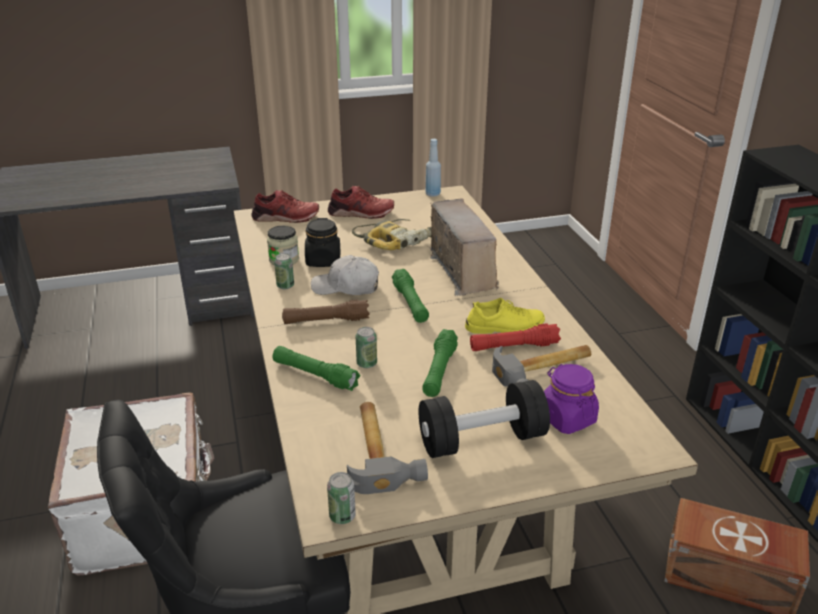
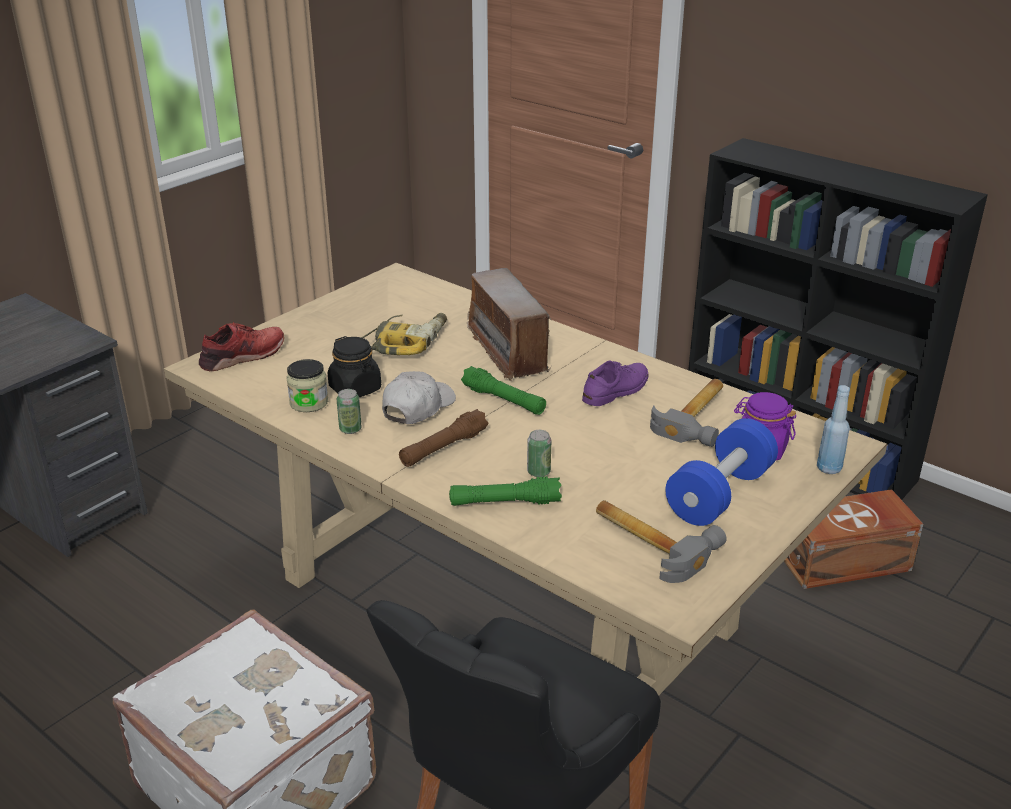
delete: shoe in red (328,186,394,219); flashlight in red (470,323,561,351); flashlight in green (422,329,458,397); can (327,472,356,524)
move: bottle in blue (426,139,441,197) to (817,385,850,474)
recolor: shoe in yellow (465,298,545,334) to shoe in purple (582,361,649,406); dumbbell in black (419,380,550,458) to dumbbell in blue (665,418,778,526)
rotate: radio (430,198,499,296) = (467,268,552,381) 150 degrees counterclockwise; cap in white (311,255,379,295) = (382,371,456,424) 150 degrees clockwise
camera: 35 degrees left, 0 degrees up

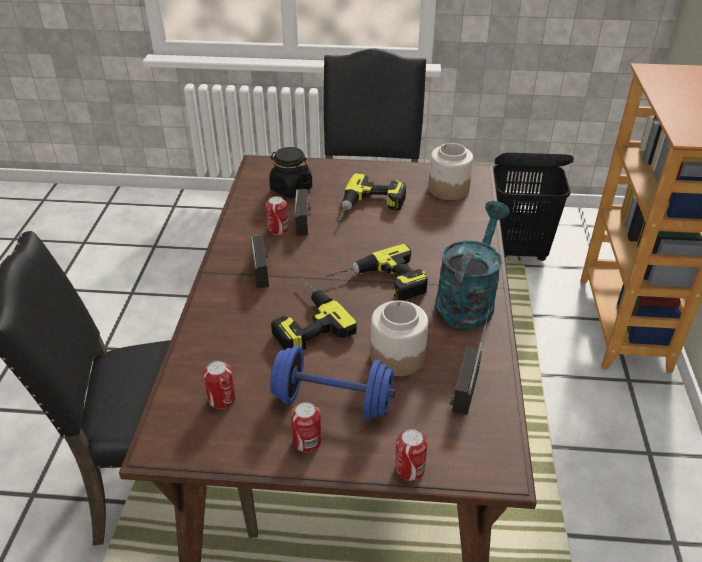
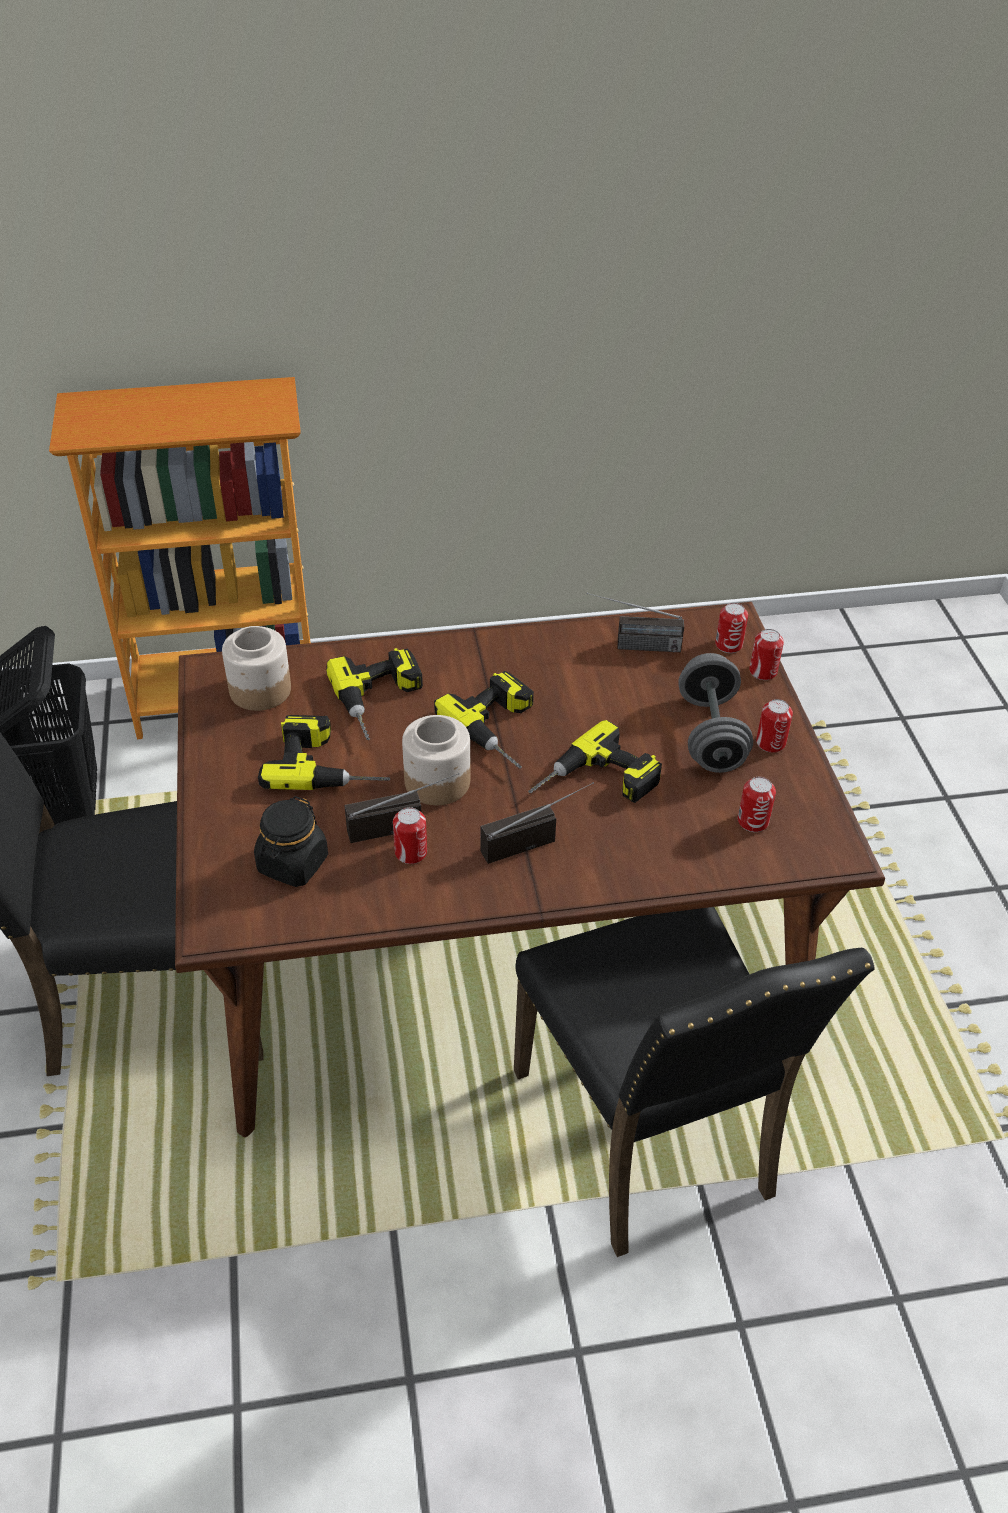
delete: watering can in turquoise (435,201,510,329)
insert: can (715,603,748,653); power drill (326,648,423,741)
move: jar (370,301,428,376) to (402,715,470,805)
recolor: dumbbell in blue (270,346,395,420) to dumbbell in grey (679,653,753,773)
camera: 105 degrees left, 5 degrees up

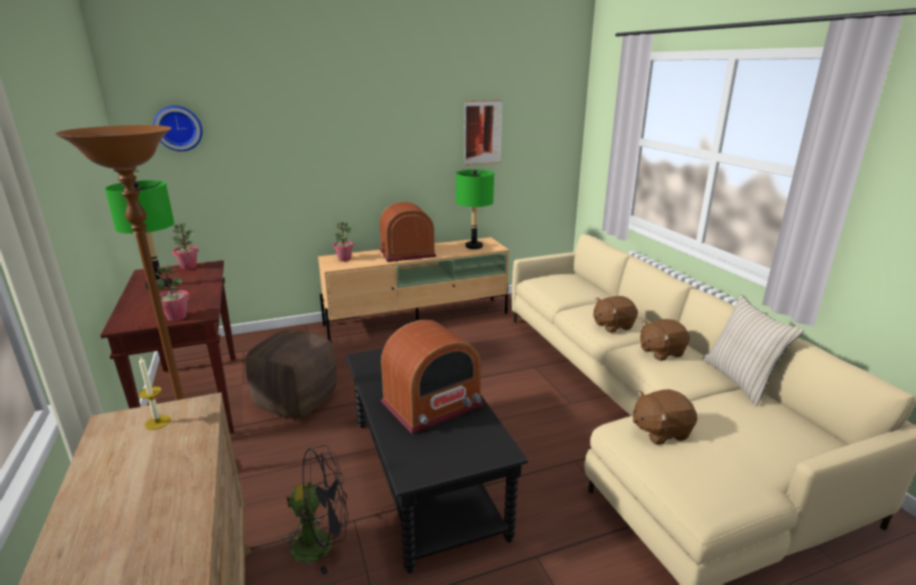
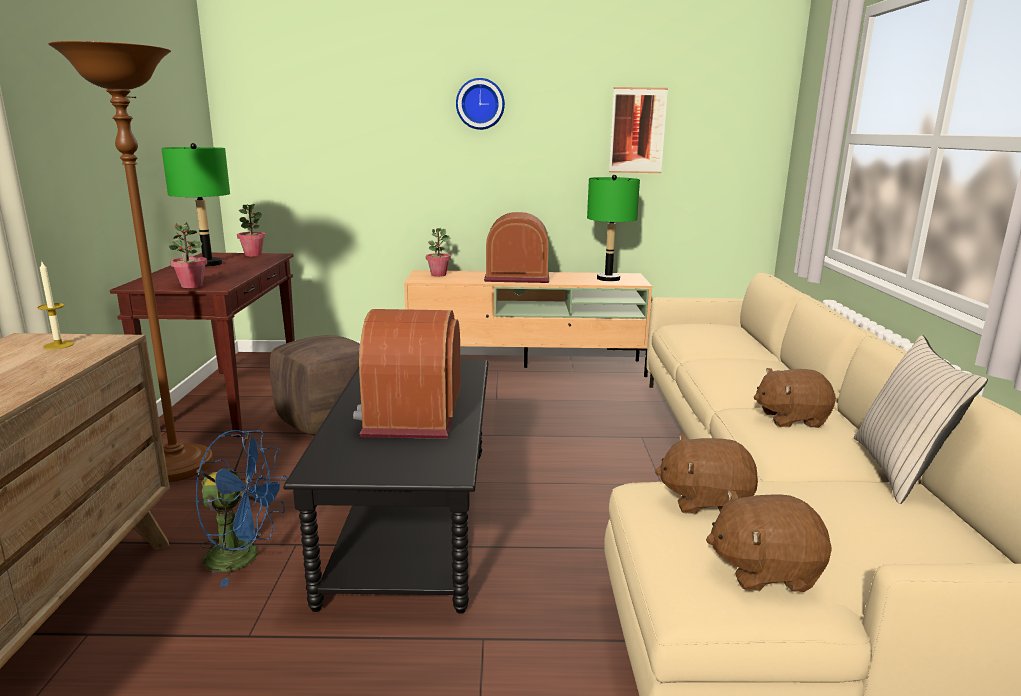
move: wall clock (153,106,203,151) to (456,78,505,130); plush toy in brown (593,296,638,333) to (706,490,832,592)
recolor: fan in black (279,445,348,575) to fan in blue (195,430,288,587)
rotate: radio (381,320,483,434) = (353,309,461,439) 105 degrees clockwise
camera: 20 degrees right, 5 degrees down

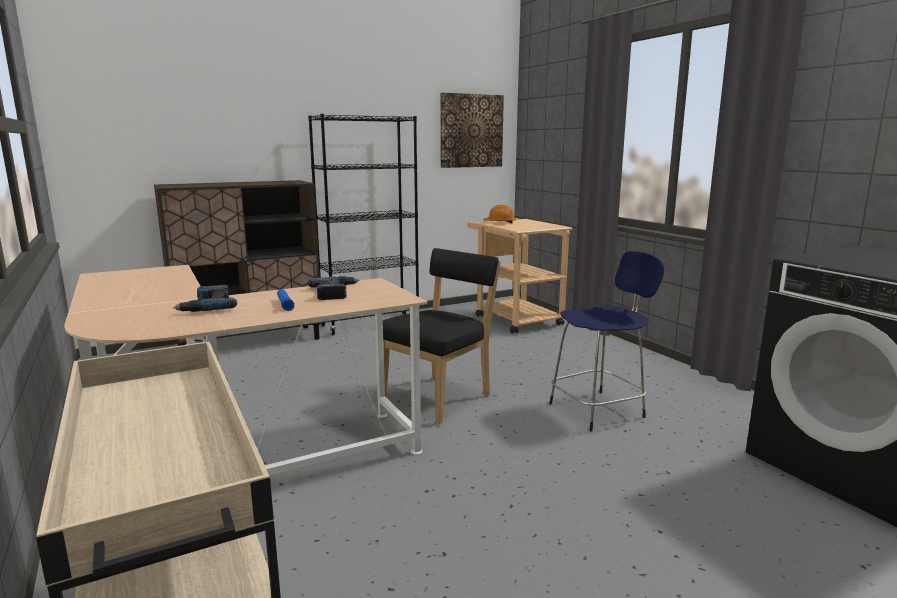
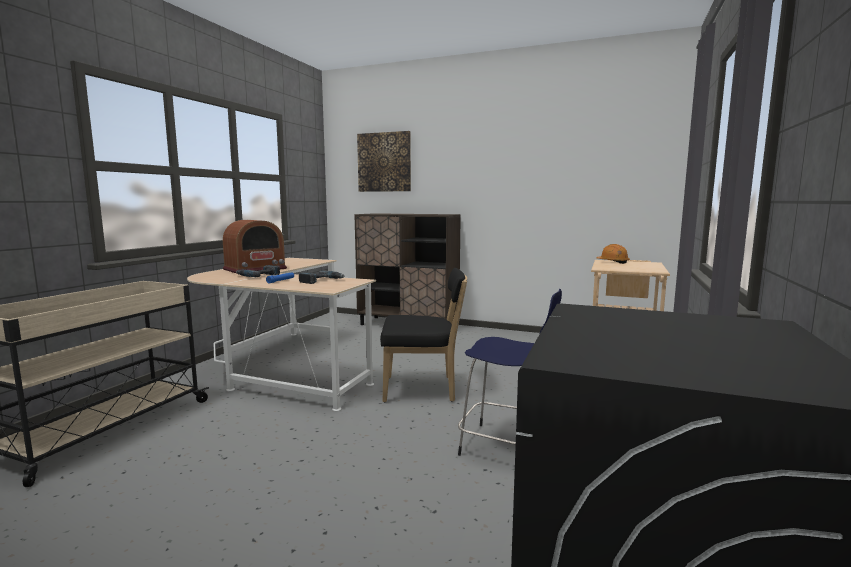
delete: bookcase in black (308,114,419,335)
insert: radio (223,220,287,273)
move: picture (440,93,504,168) to (357,131,411,192)
camera: 50 degrees right, 5 degrees down

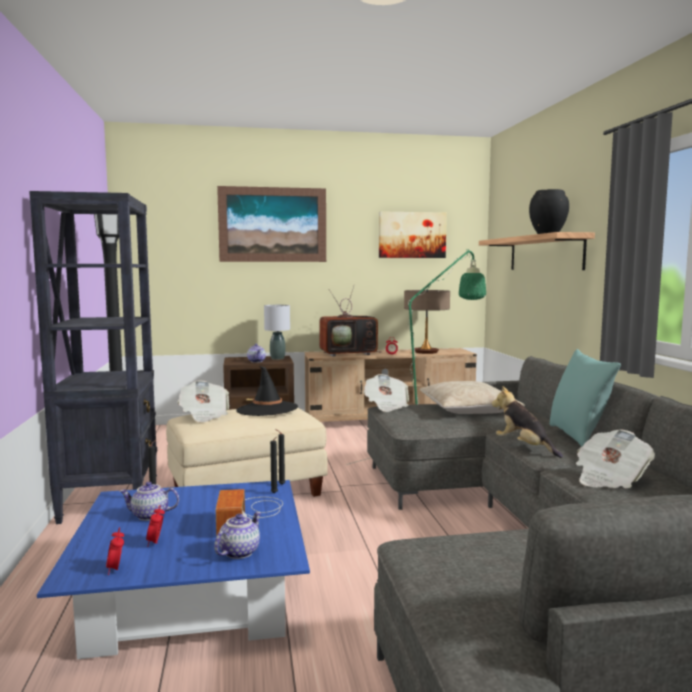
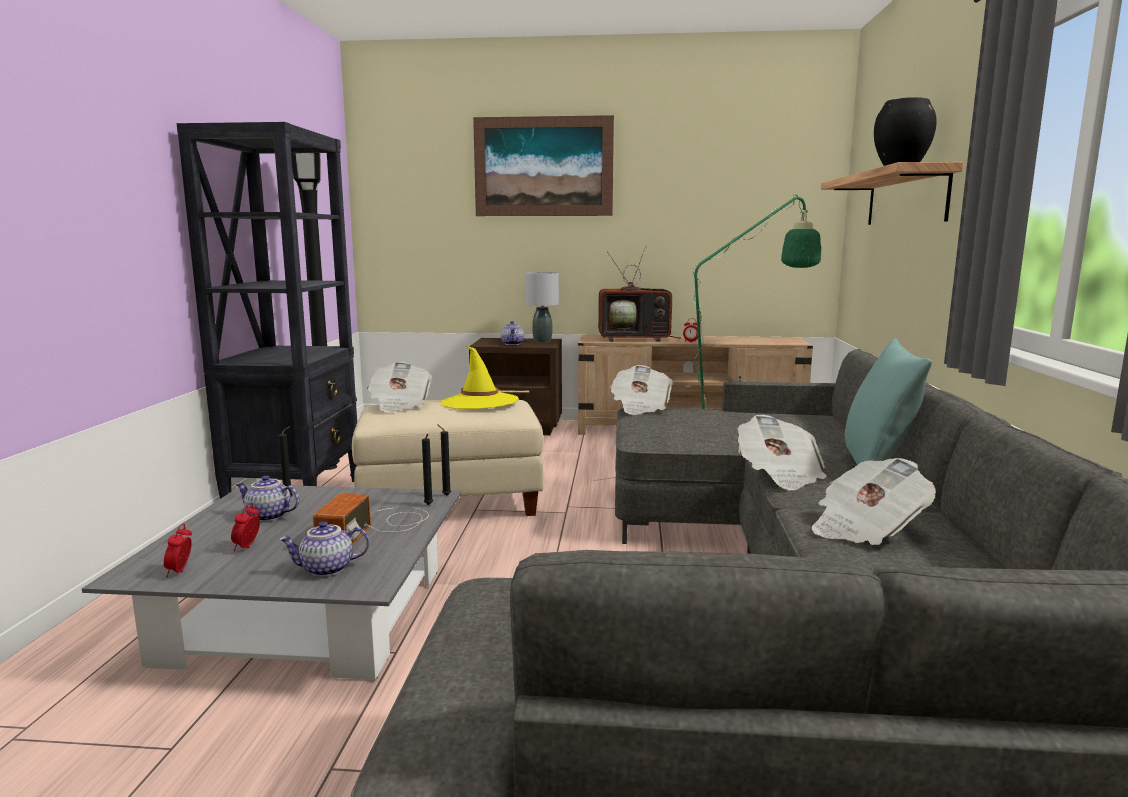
delete: picture (379,211,447,258); table lamp (404,290,450,354); pillow in beige (420,381,525,414)
replace: plush toy (492,386,563,458) to newspaper (738,415,827,490)
recolor: hat in black (236,366,298,416) to hat in yellow (441,346,519,409); coffee table in blue (37,480,310,659) to coffee table in grey (82,484,462,680)
rotate: teapot (214,512,261,559) = (279,521,369,577) 150 degrees counterclockwise
camera: 15 degrees right, 5 degrees up

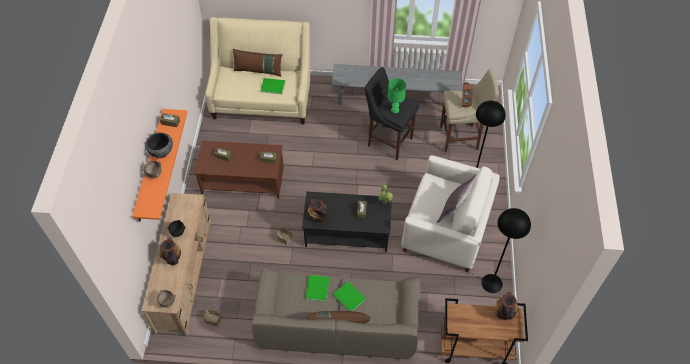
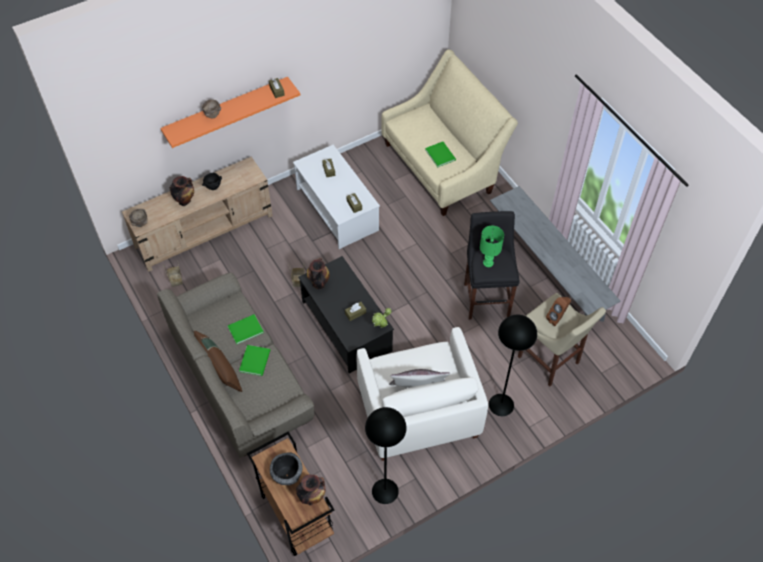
delete: pillow in brown (233,49,282,77)
move: bowl (145,132,173,158) to (270,452,302,485)
recolor: coffee table in brown (194,141,284,199) to coffee table in white (293,145,380,249)
camera: 55 degrees right, 0 degrees up

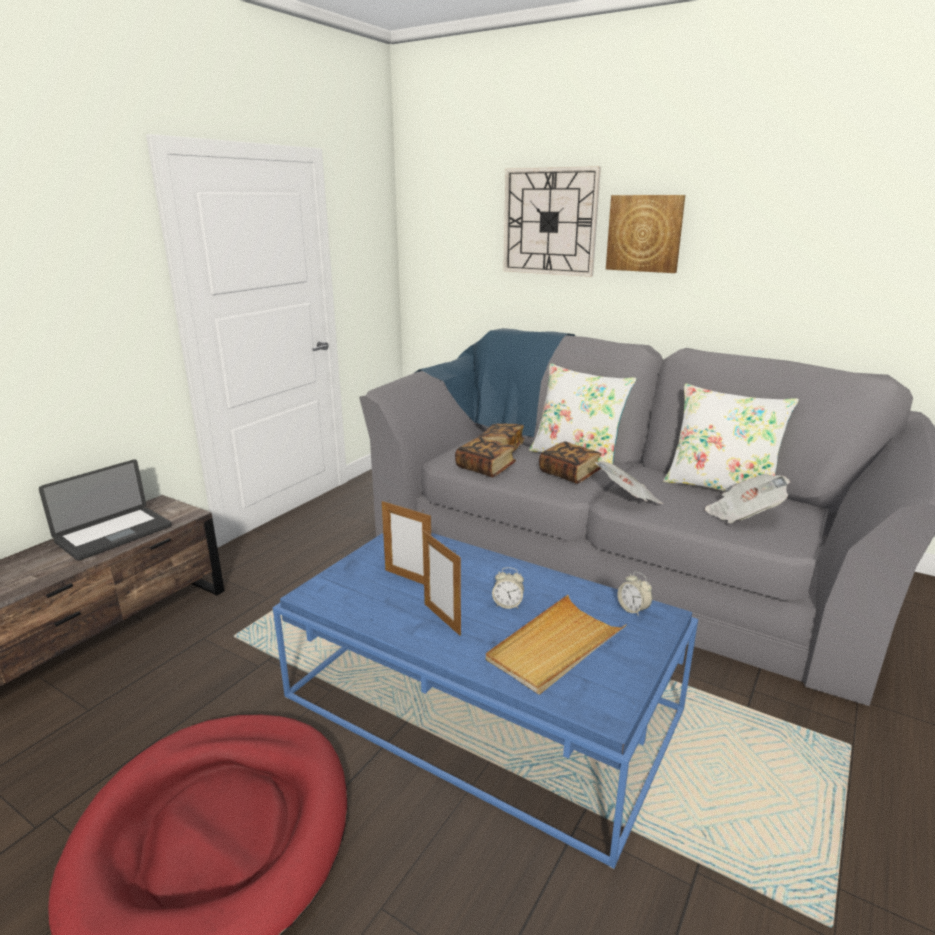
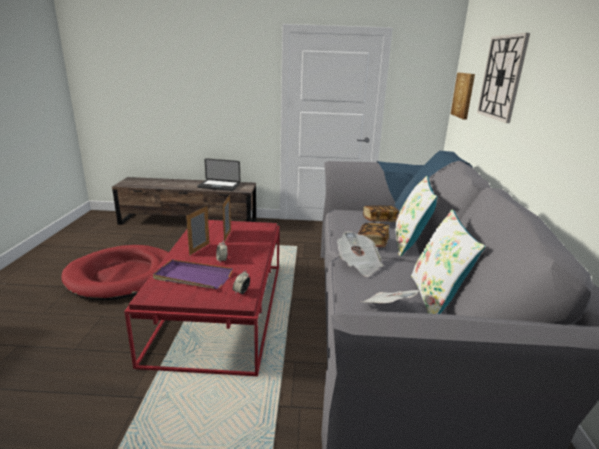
delete: book (455,437,516,477)
move: picture (606,195,685,273) to (451,73,475,120)
recolor: coffee table in blue (273,533,698,869) to coffee table in red (124,220,280,376); tray in beige (486,595,627,695) to tray in purple (153,259,233,289)
camera: 60 degrees right, 0 degrees up

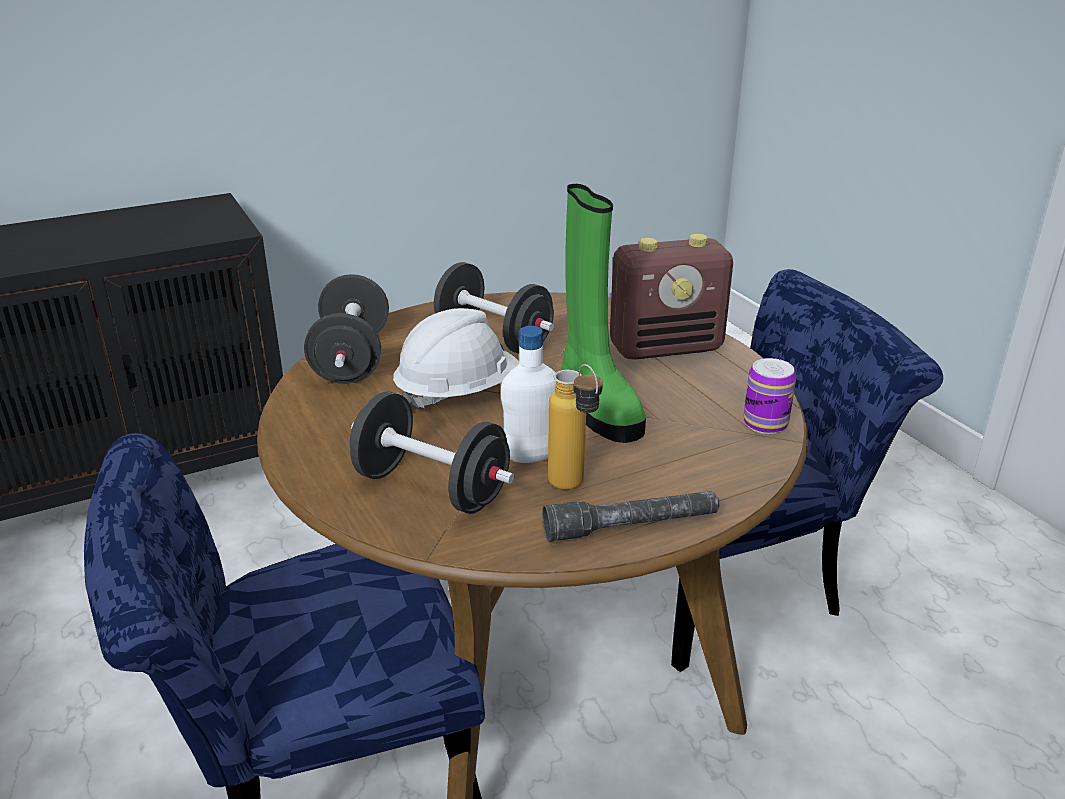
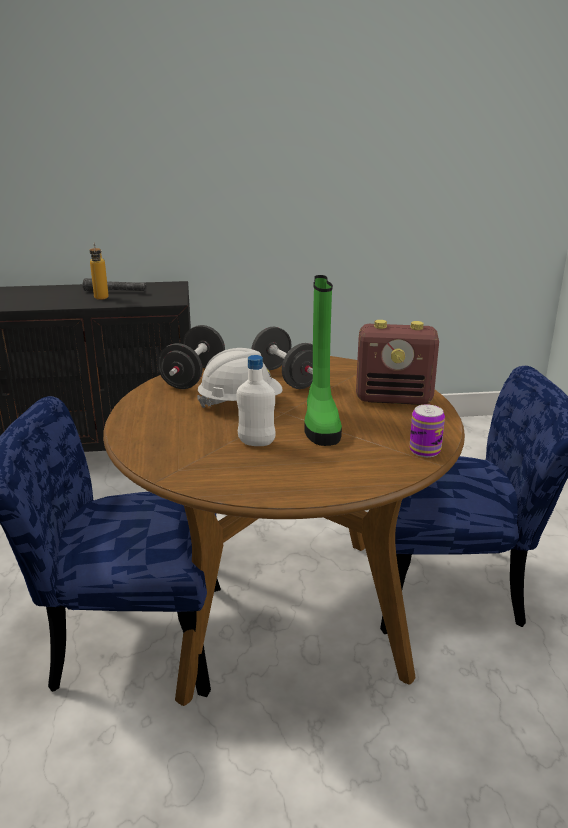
delete: dumbbell in black (350,391,514,514)
move: bottle (548,364,603,490) to (90,242,109,300); flashlight in grey (542,491,719,542) to (83,278,147,291)
camera: 20 degrees right, 5 degrees down

